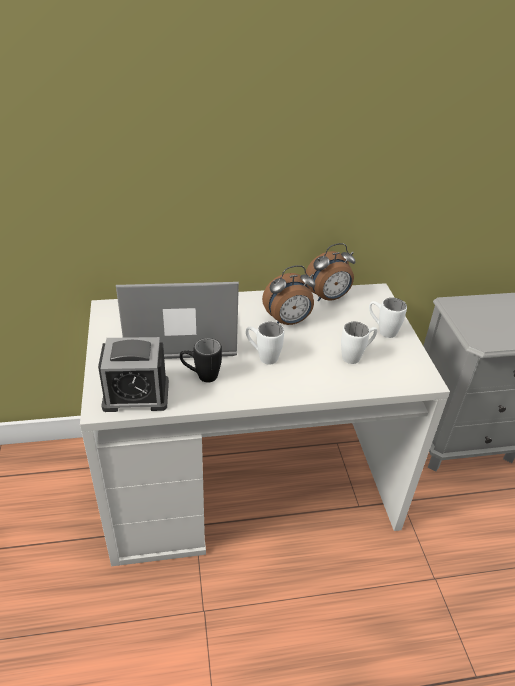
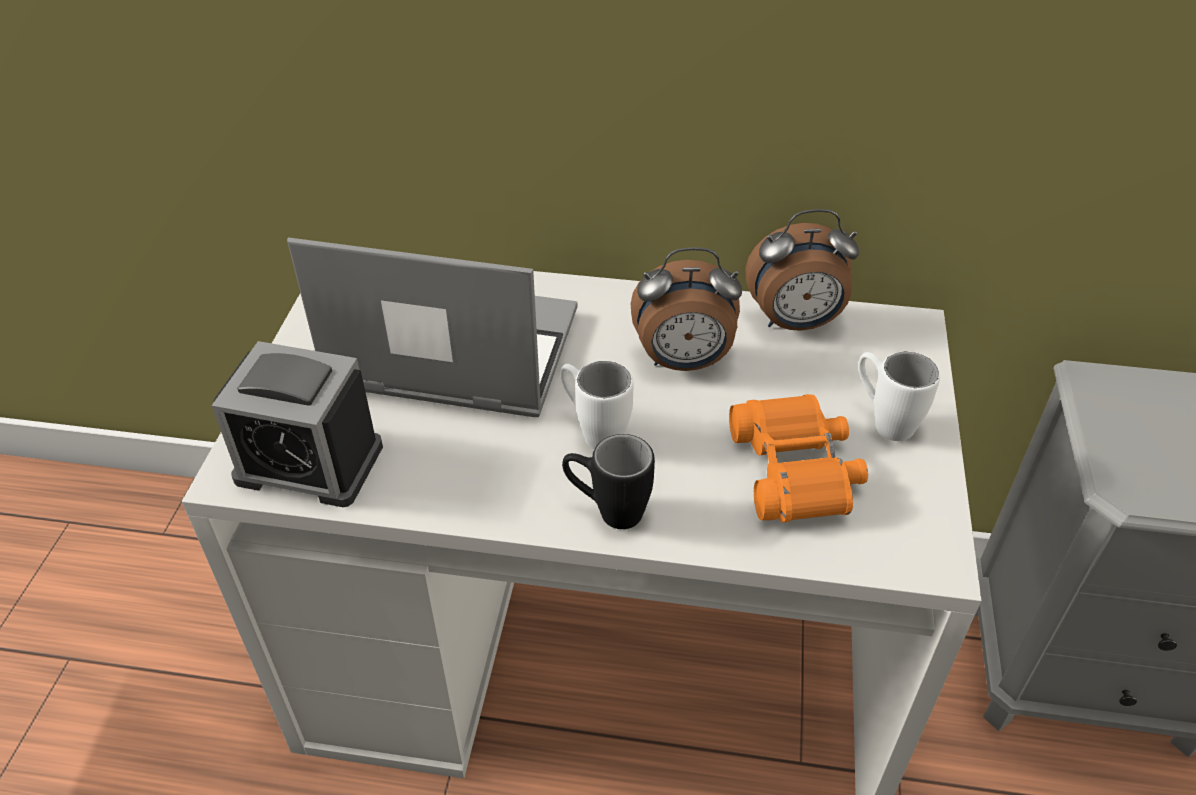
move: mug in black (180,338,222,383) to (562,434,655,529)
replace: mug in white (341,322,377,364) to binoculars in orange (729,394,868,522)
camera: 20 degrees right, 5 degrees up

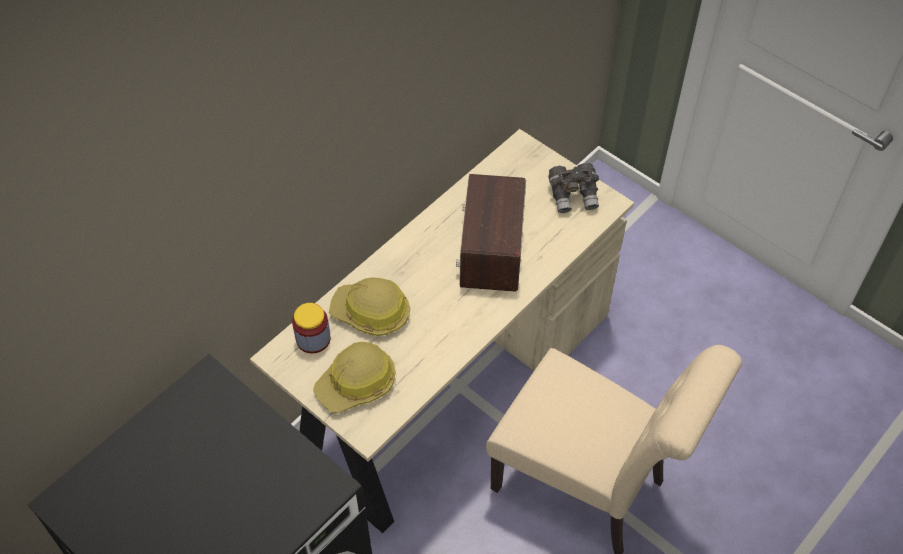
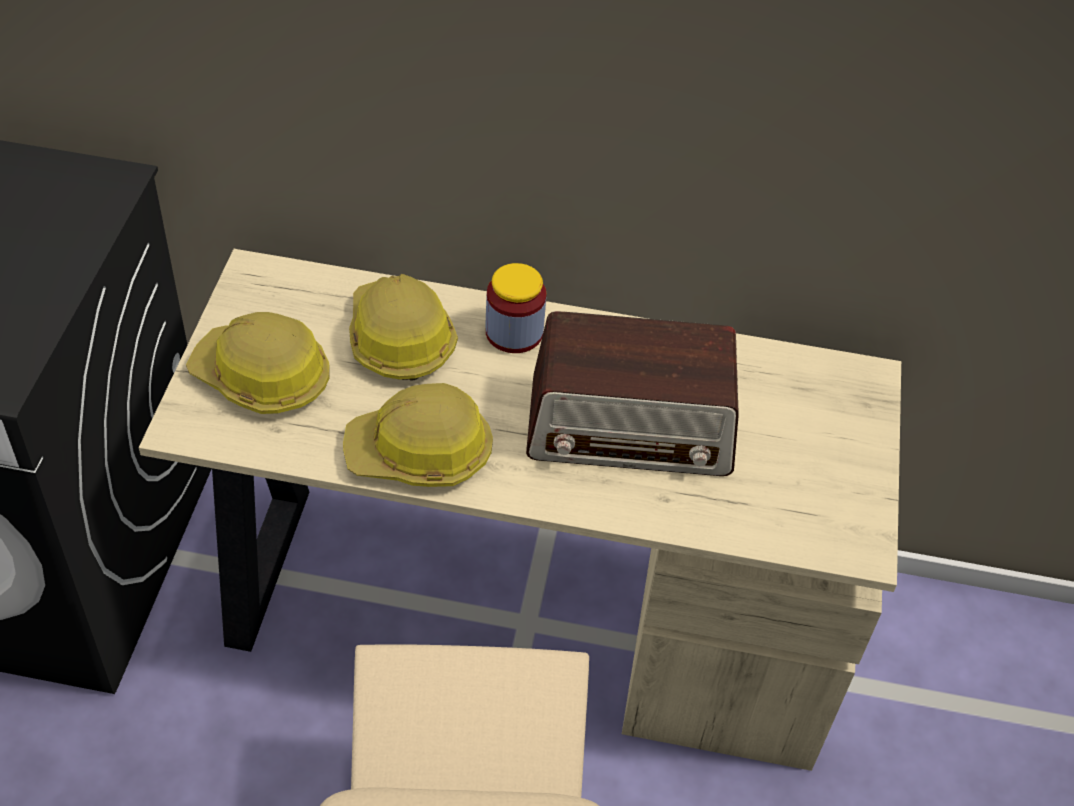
delete: binoculars in grey (548,163,599,213)
insert: hard hat (343,383,493,487)
move: jar (292,303,331,353) to (485,263,546,353)
rotate: radio (456,174,526,292) = (526,311,739,476) 150 degrees counterclockwise
camera: 55 degrees right, 5 degrees down

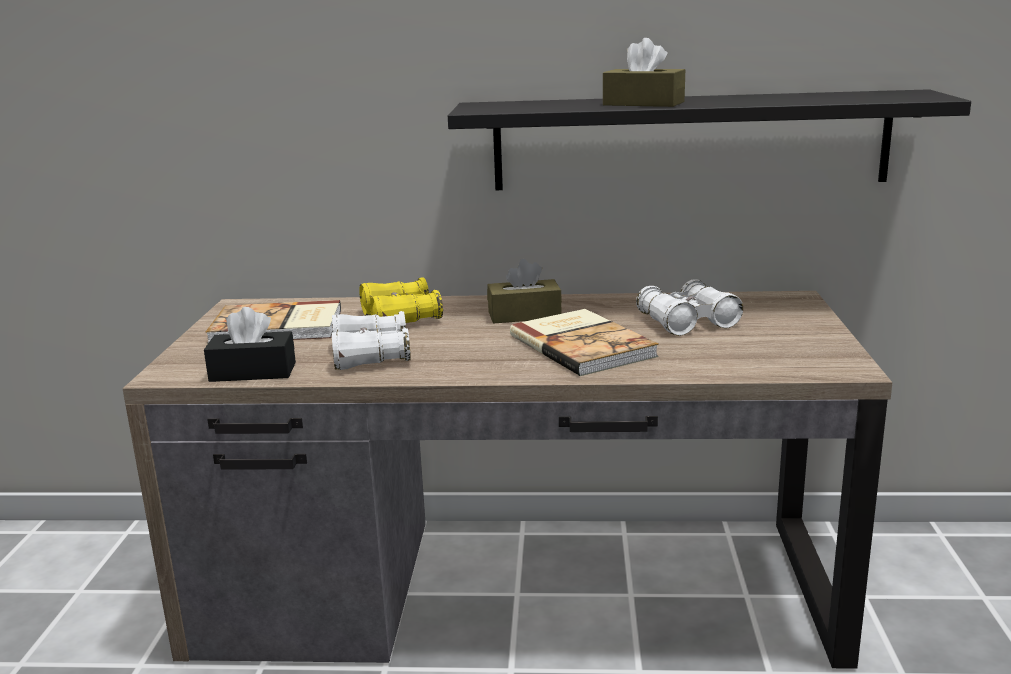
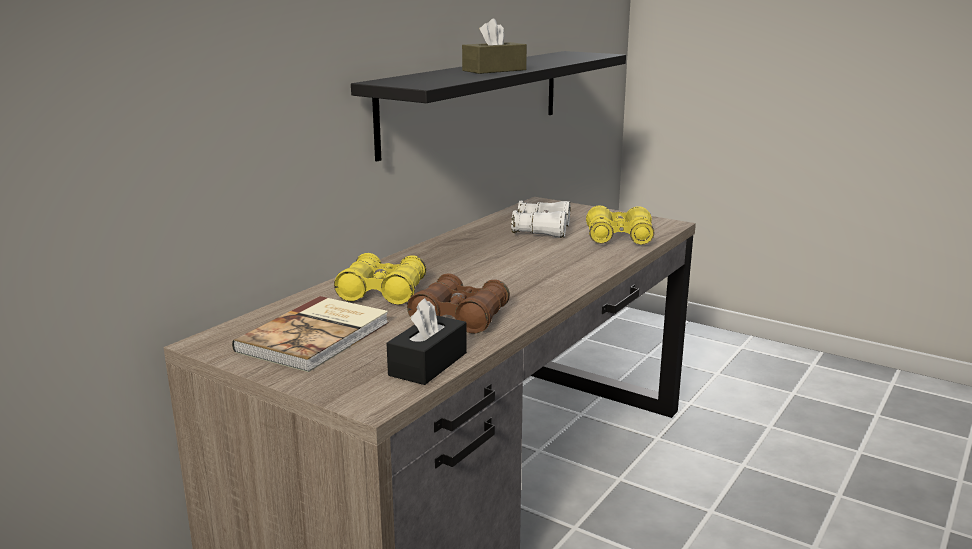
delete: tissue box in brown (487,259,562,324); book (510,309,659,376)
insert: binoculars in yellow (586,206,654,245)
recolor: binoculars in white (332,311,411,370) to binoculars in brown (407,273,510,334)
camera: 60 degrees left, 0 degrees up

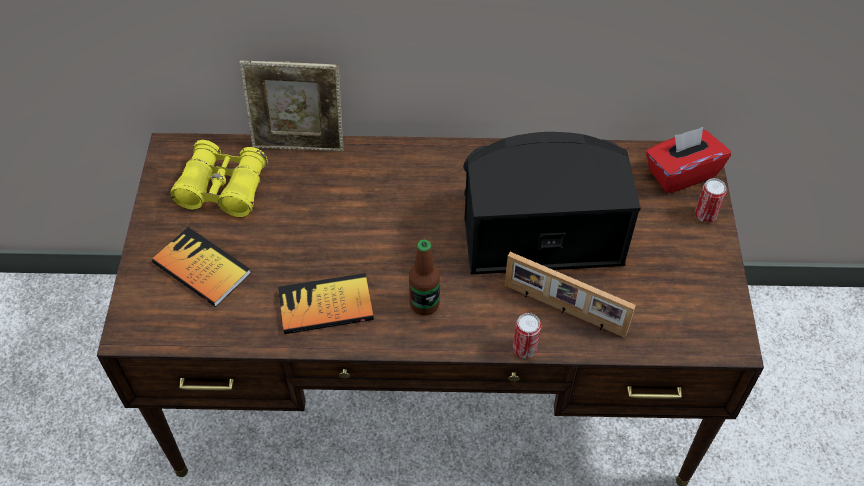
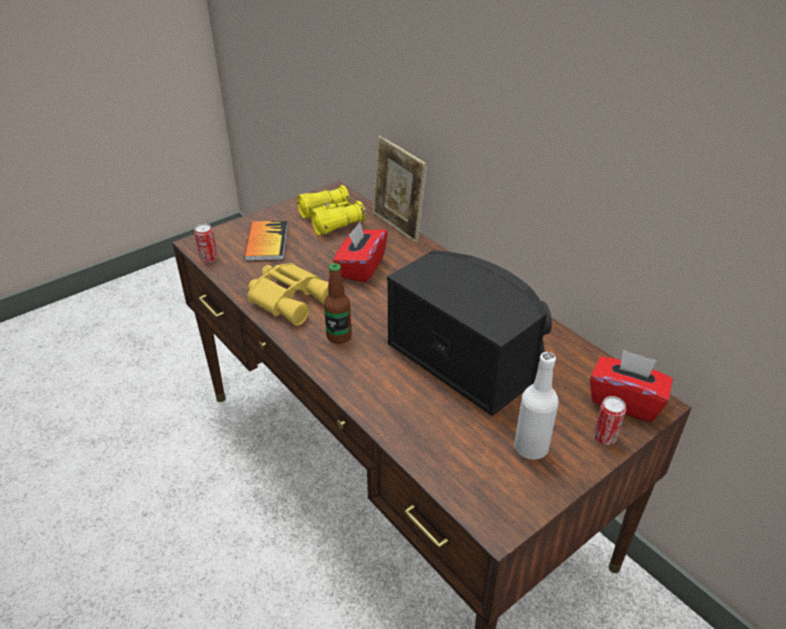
delete: picture frame (505,252,636,338)
insert: tissue box in red (333,222,388,282); bottle in white (514,352,559,460)
move: can (513,313,541,359) to (194,224,218,262)
replace: book (278,273,374,334) to binoculars in yellow (248,263,329,326)
camera: 50 degrees right, 15 degrees down

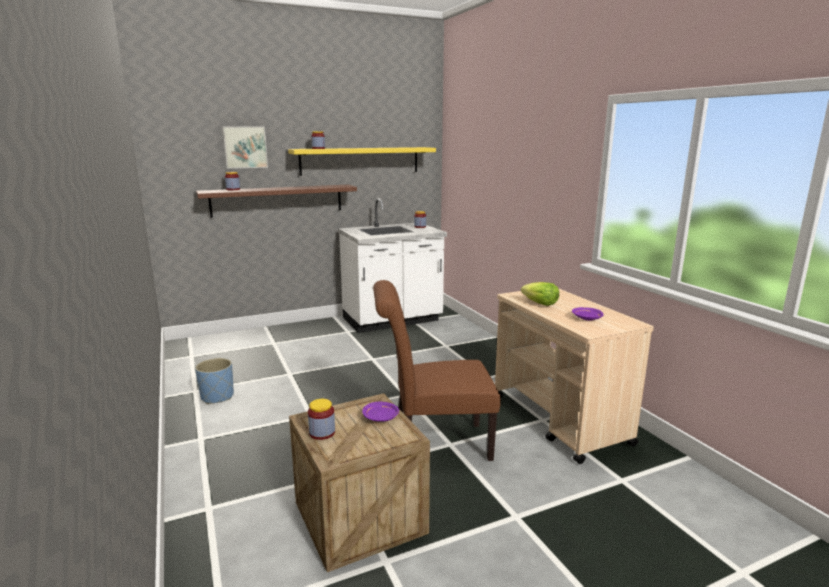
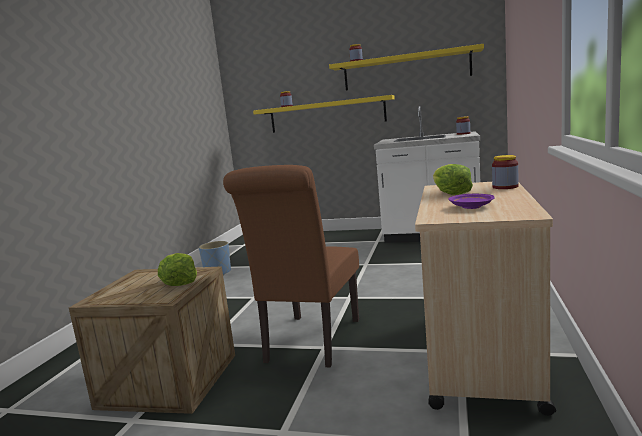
delete: picture (222,126,268,169)
move: jar (308,399,335,440) to (492,155,519,189)
replace: plate in purple (362,402,399,422) to lettuce (158,253,197,286)
recolor: shelf in brown (196,184,357,218) to shelf in yellow (253,95,395,133)
rotate: chair in brown (373,280,501,461) = (223,165,359,368) 105 degrees counterclockwise
camera: 40 degrees right, 5 degrees down

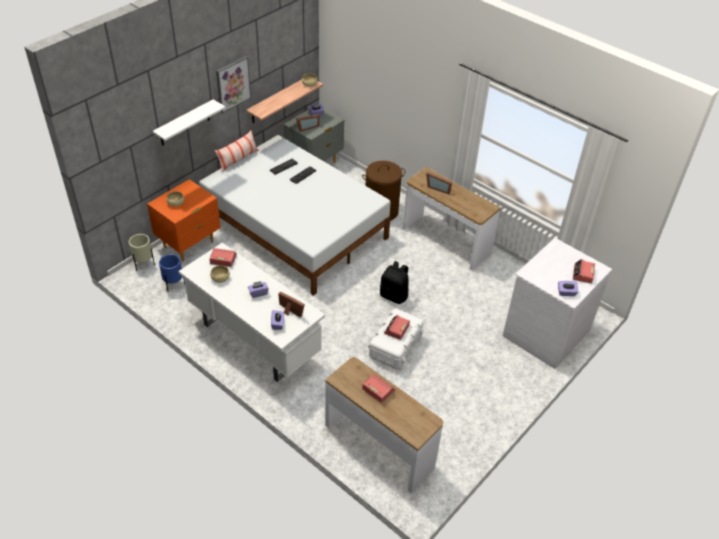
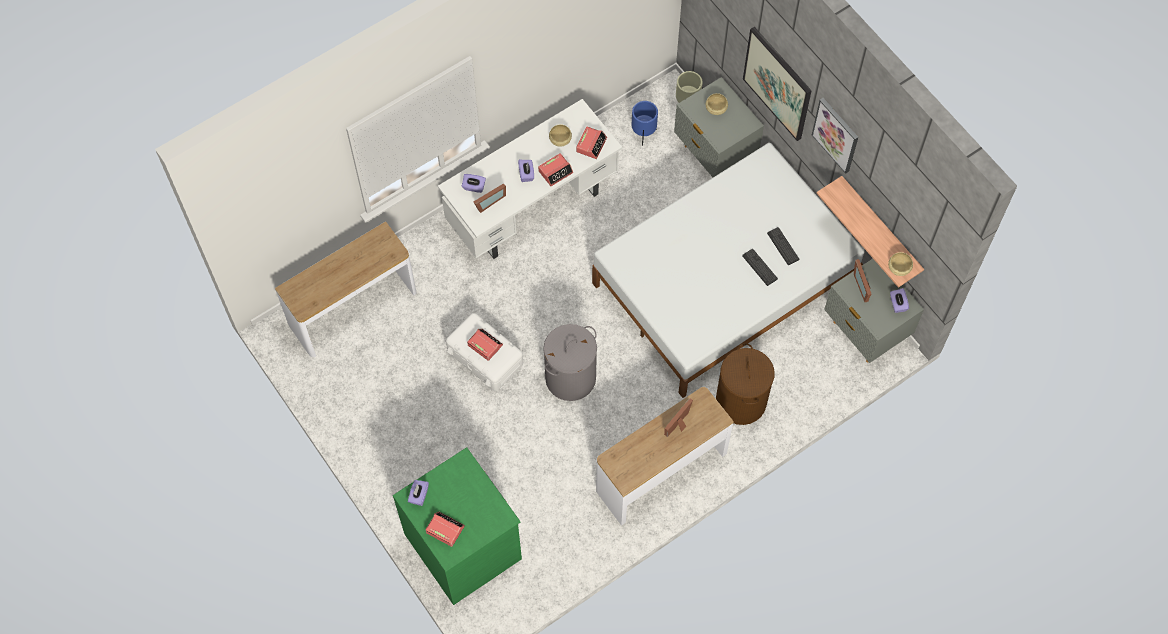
delete: pillow (214,130,259,173)
move: alarm clock (362,374,395,403) to (538,153,573,186)
replace: shelf in white (153,99,225,146) to picture (743,27,812,141); backpack in black (380,261,409,304) to laundry basket in grey (543,324,597,401)
recolor: nightstand in orange (147,179,221,261) to nightstand in grey (674,77,764,177); dresser in white (503,238,612,369) to dresser in green (393,447,522,605)
camera: 105 degrees right, 20 degrees up

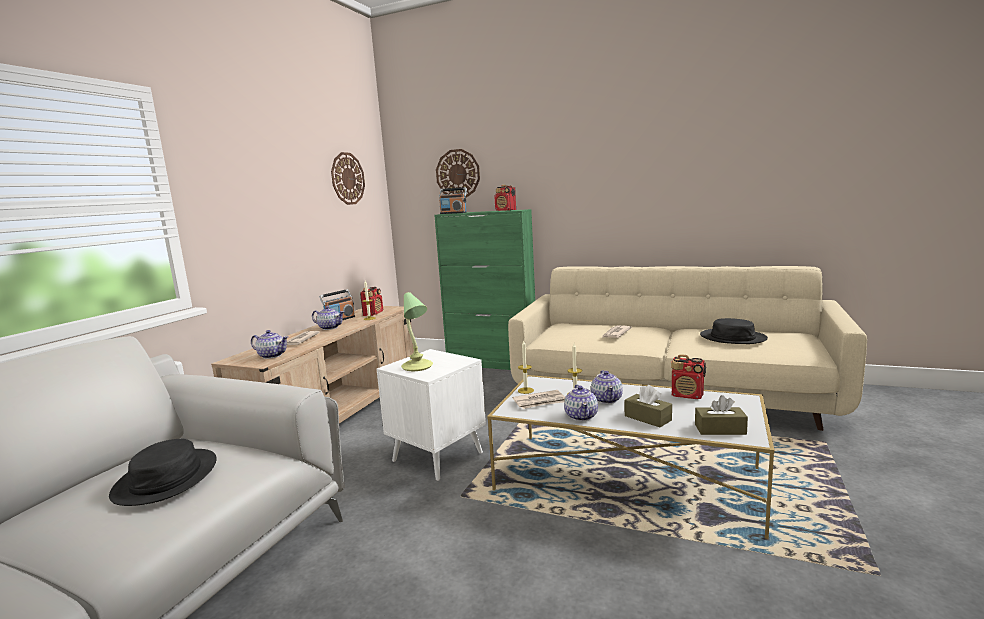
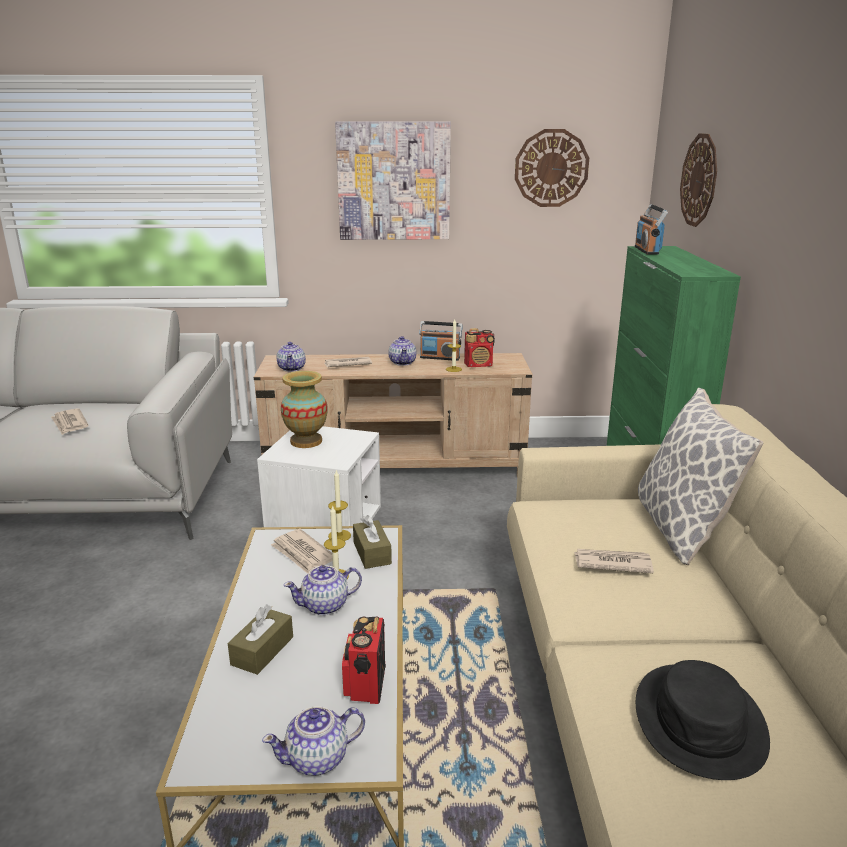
delete: radio (494,185,516,211)
insert: picture (335,121,451,240); pillow (638,388,763,565)
move: teapot (564,384,598,421) to (262,706,365,776); tissue box in brown (695,395,748,435) to (353,515,392,569)
replace: table lamp (401,292,433,371) to vase (281,371,327,448); hat in black (109,439,217,506) to newspaper (51,408,89,435)
camera: 65 degrees right, 10 degrees up

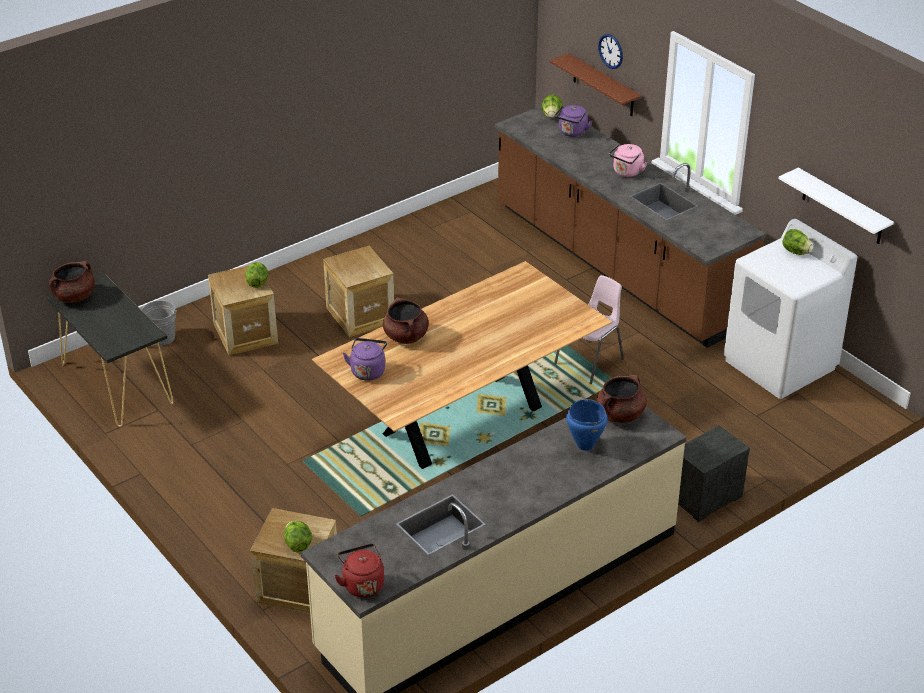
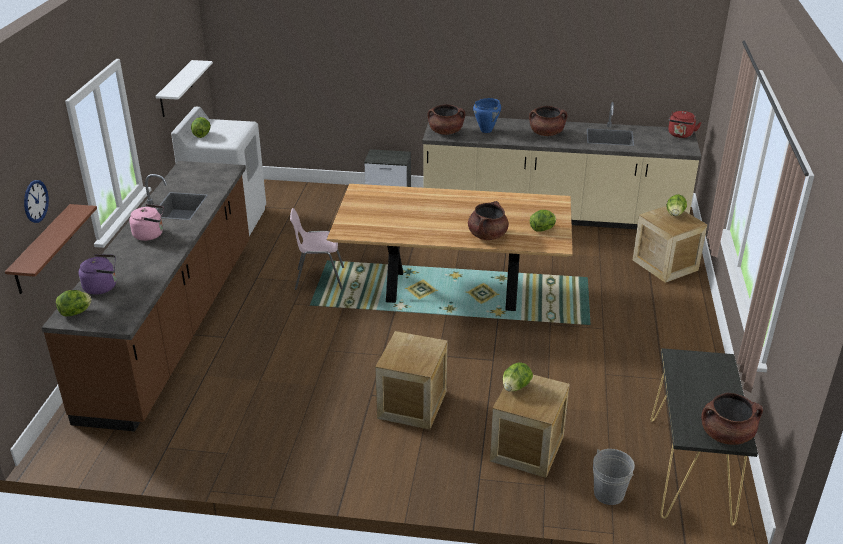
insert: cooking pot in brown (529,106,567,136)
replace: kettle in purple (343,338,387,380) to lettuce (530,210,556,232)
camera: 135 degrees left, 5 degrees down

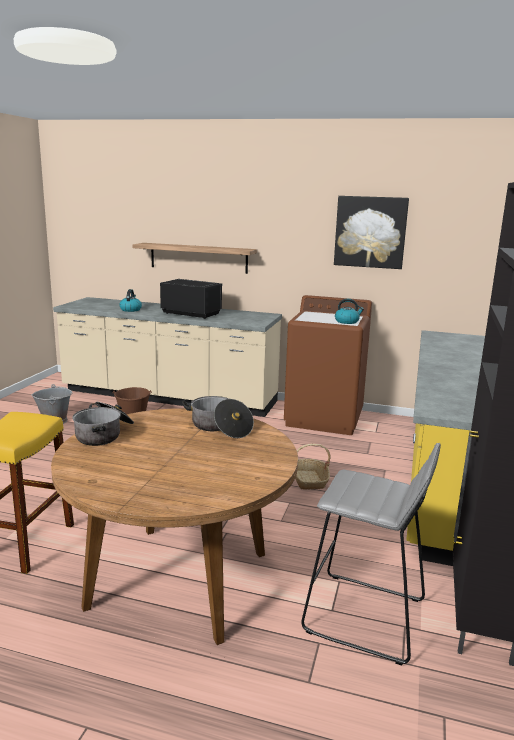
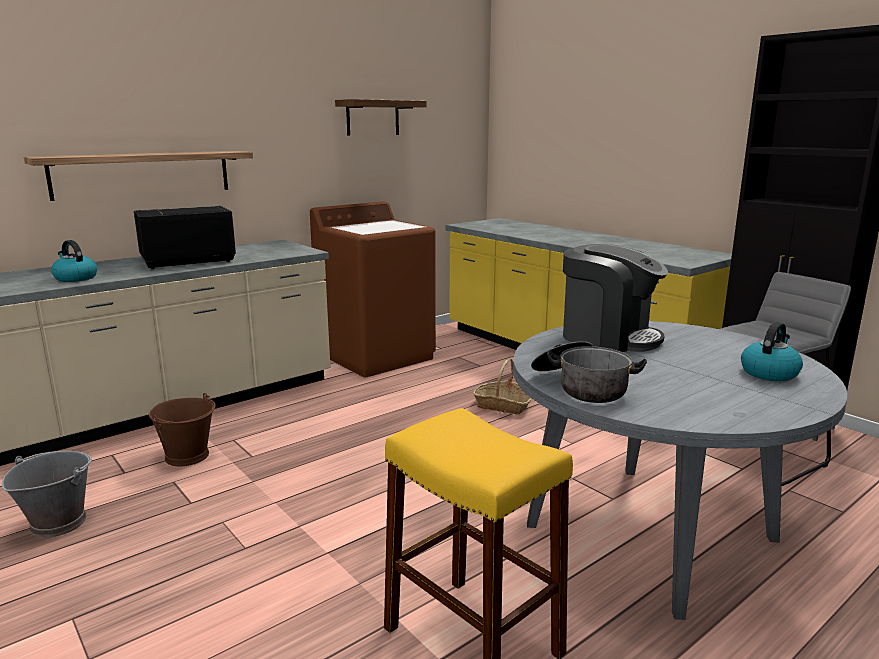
move: kettle (335,299,364,324) to (741,322,803,381)
replace: picture (334,196,409,269) to shelf (335,99,427,136); cooking pot (182,396,254,438) to coffee machine (563,244,668,352)
recolor: dining table in brown (51,408,298,645) to dining table in grey (513,321,848,620)
camera: 55 degrees left, 0 degrees up

